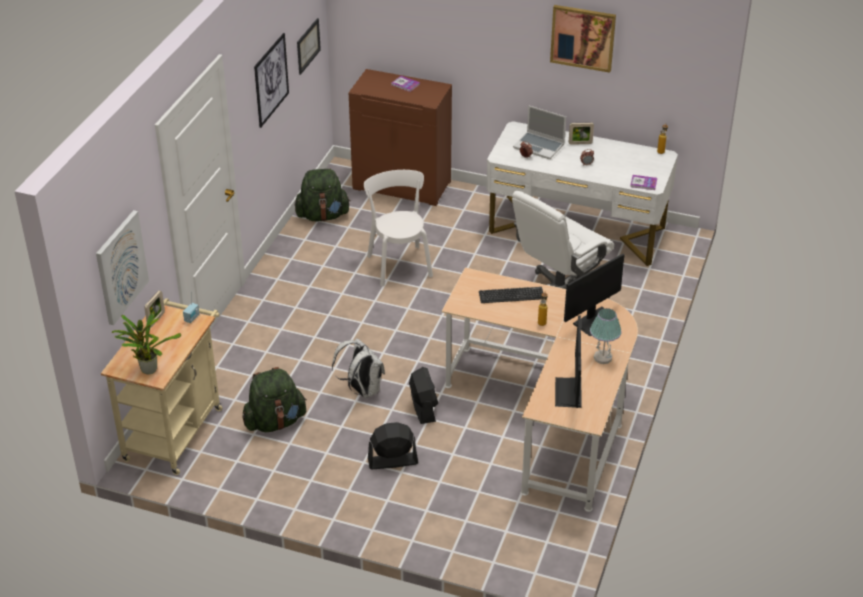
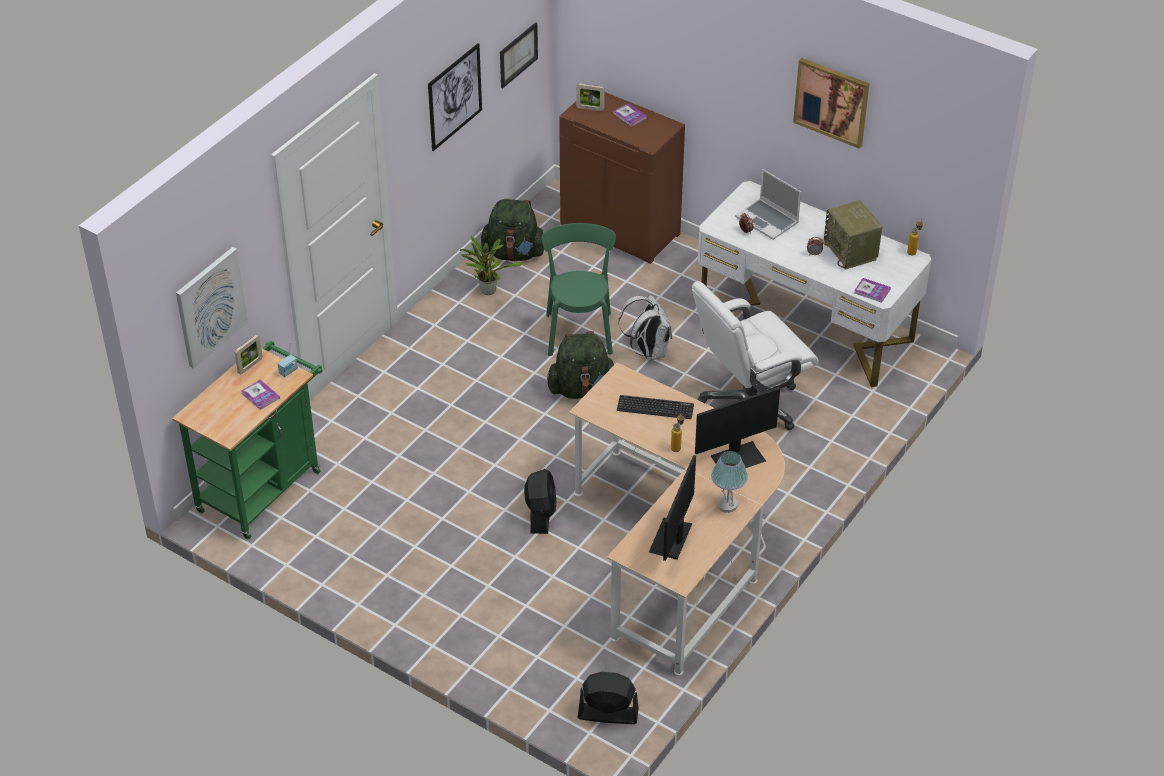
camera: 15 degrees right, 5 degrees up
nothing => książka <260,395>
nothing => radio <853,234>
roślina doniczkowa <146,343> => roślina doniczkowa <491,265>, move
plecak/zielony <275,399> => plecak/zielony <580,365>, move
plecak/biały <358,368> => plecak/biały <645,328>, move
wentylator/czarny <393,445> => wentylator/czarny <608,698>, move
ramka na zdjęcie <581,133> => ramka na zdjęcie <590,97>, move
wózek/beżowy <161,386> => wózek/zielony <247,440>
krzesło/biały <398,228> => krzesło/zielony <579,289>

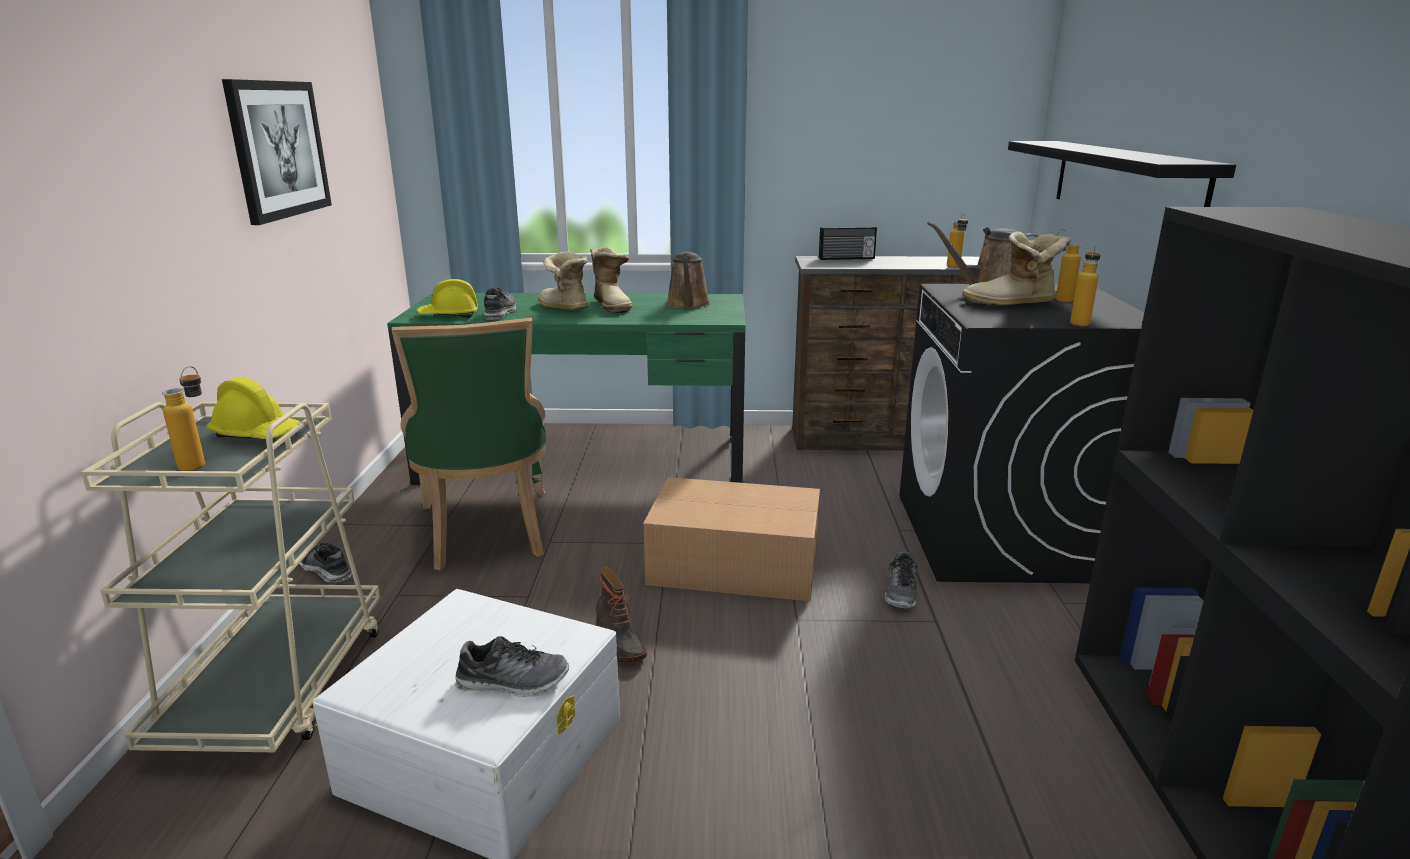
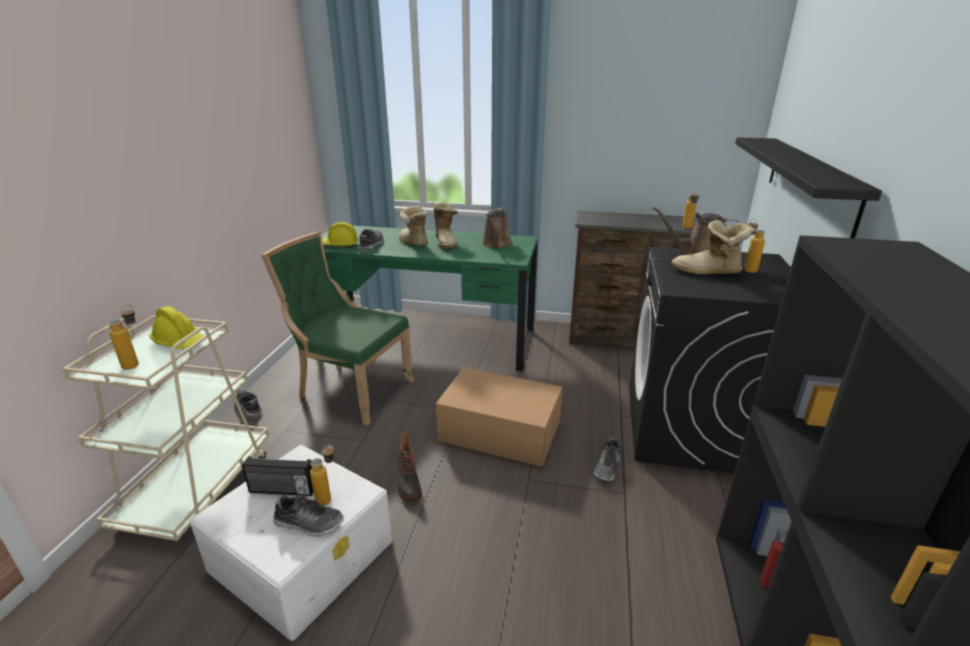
camera: 10 degrees right, 5 degrees up
obraz <277,152> => nothing
radio <848,243> => radio <278,476>, move
butelka <1085,285> => butelka <322,475>, move
krzesło/zielony <469,444> => krzesło/zielony <337,328>, 120 degrees clockwise

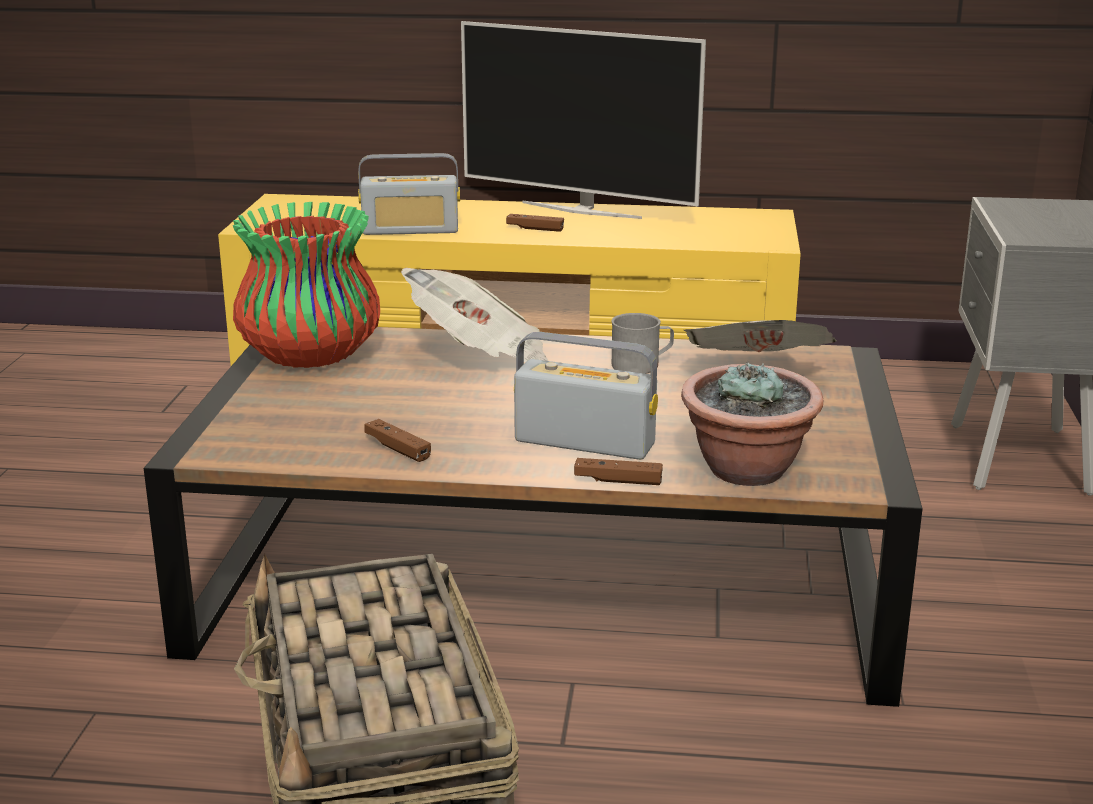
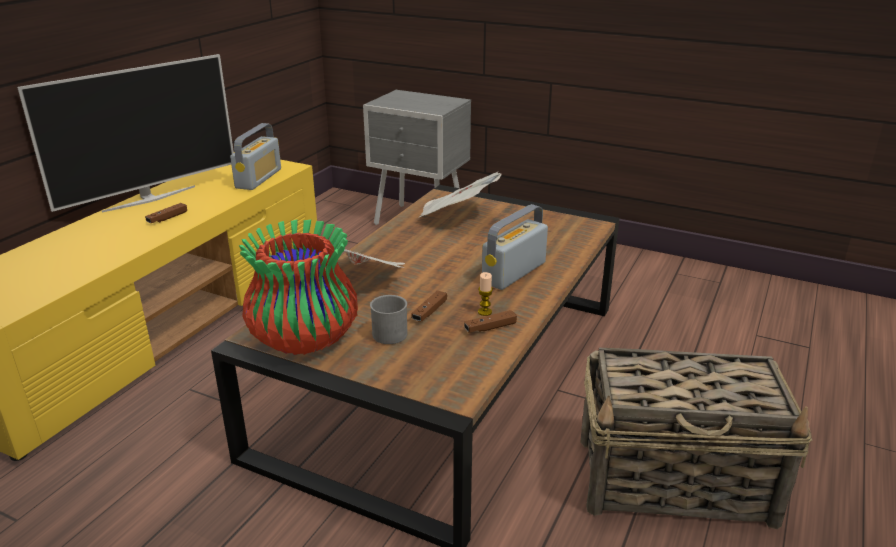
camera: 70 degrees left, 5 degrees up
roślina doniczkowa <752,423> => nothing
nothing => świeca <485,294>
radio <409,194> => radio <255,156>, move
pad do gier/brązowy <618,471> => pad do gier/brązowy <429,306>, move
kubek/szary <642,343> => kubek/szary <388,319>, move

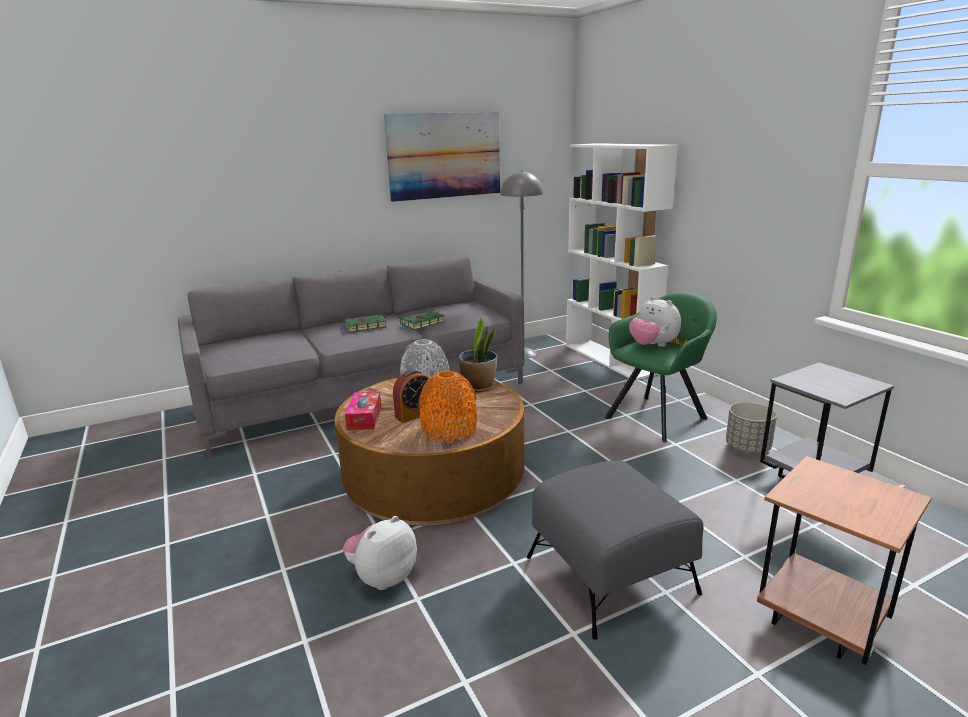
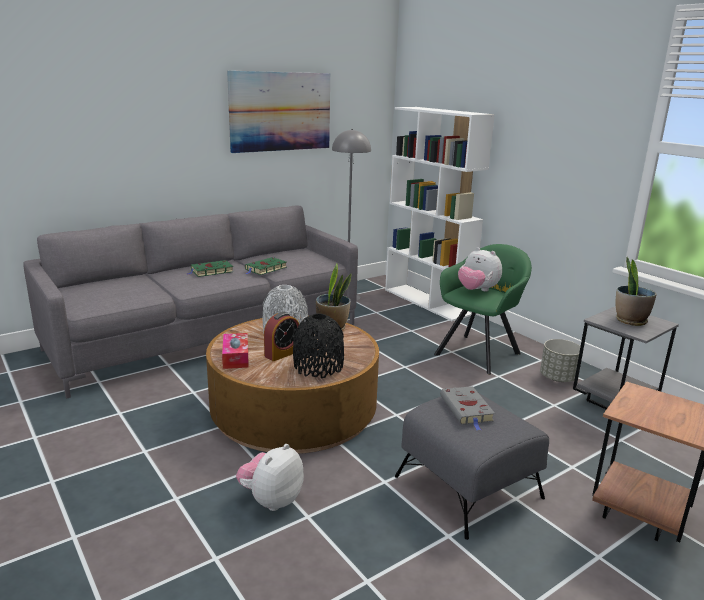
camera: 10 degrees left, 0 degrees up
nothing => książka/szary <467,408>
nothing => roślina doniczkowa <636,291>
wazon/pomarańczowy <448,407> => wazon/czarny <318,346>

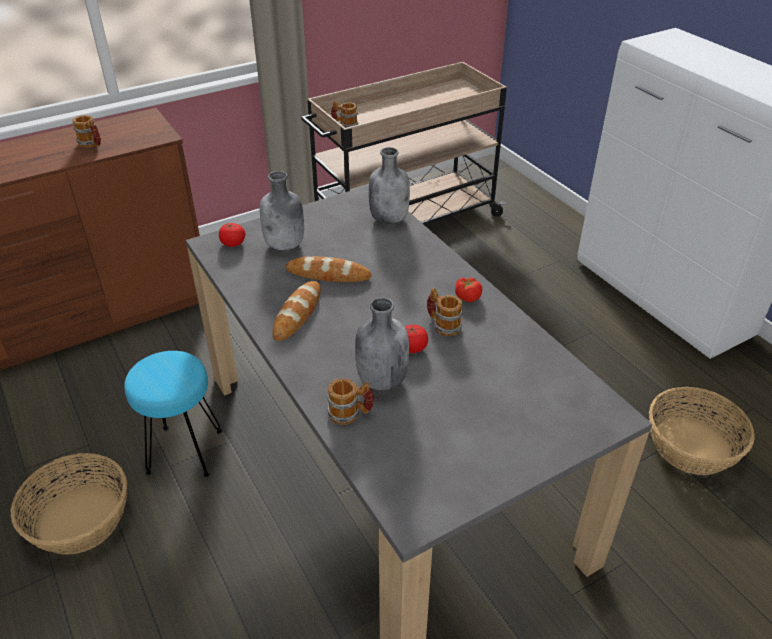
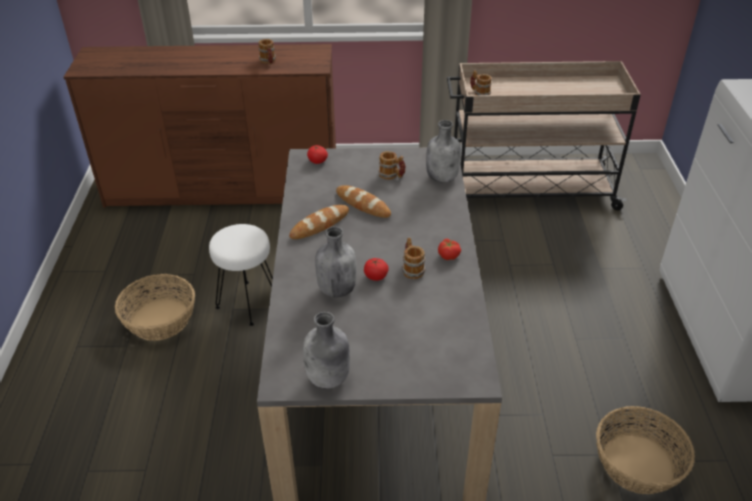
camera: 30 degrees right, 0 degrees up
butelka/szary <282,210> => butelka/szary <326,350>, move
kubek <351,401> => kubek <392,165>, move
stołek/turkusowy <173,414> => stołek/biały <241,275>

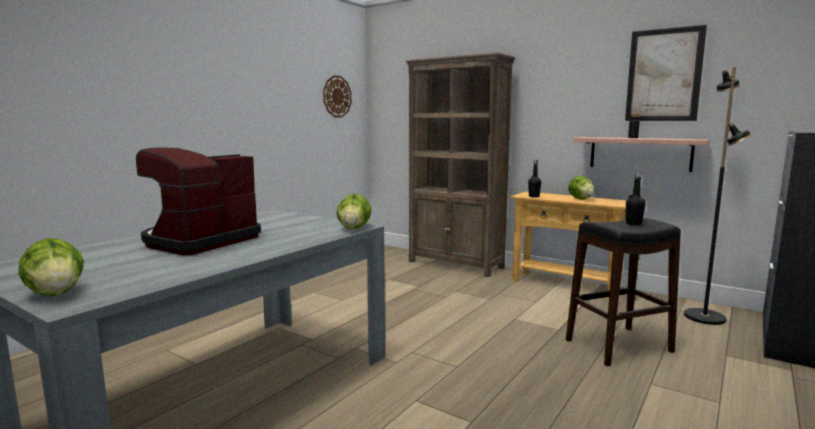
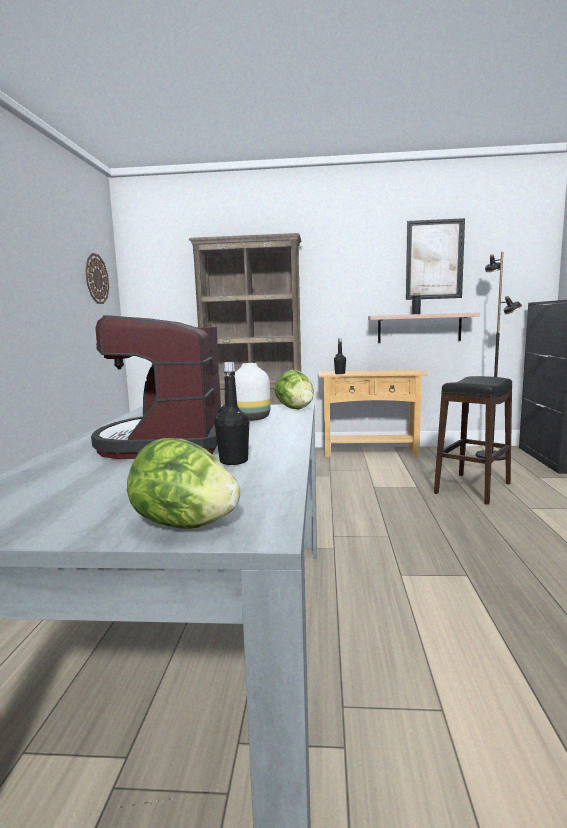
camera: 30 degrees left, 0 degrees up
sałata <581,188> => nothing
nothing => wazon/biały <253,392>
butelka/czarny <636,198> => butelka/czarny <231,413>, move

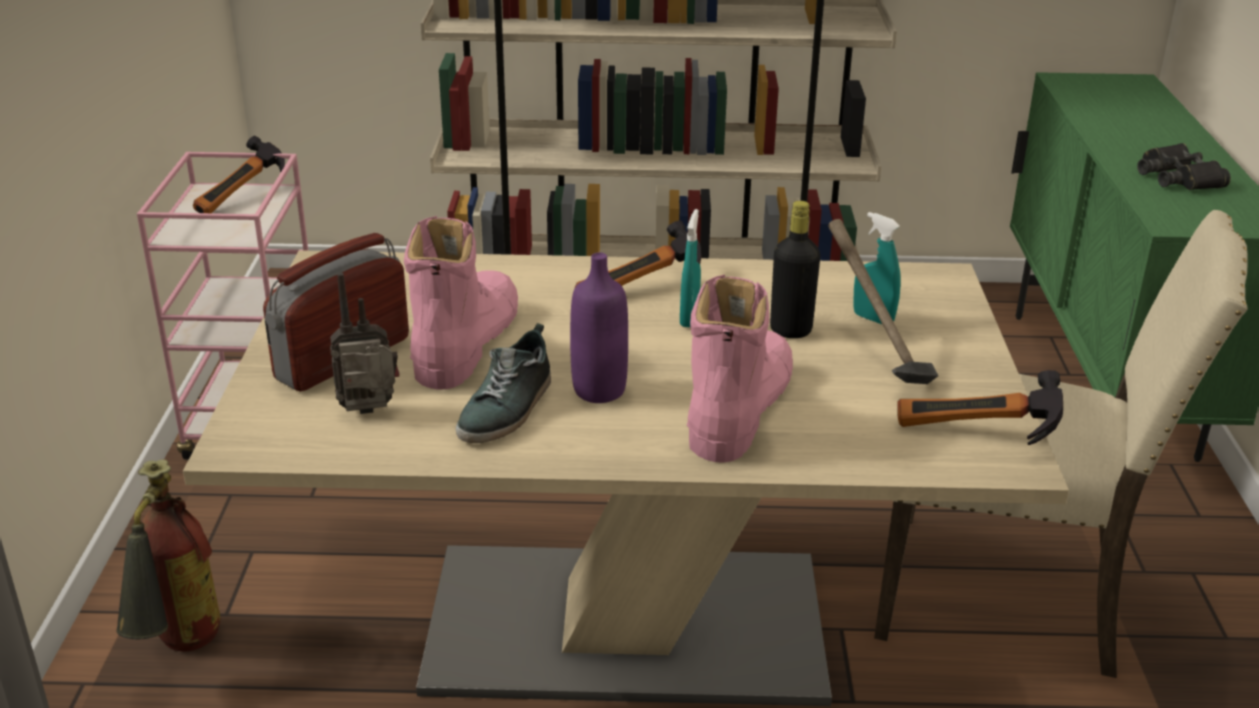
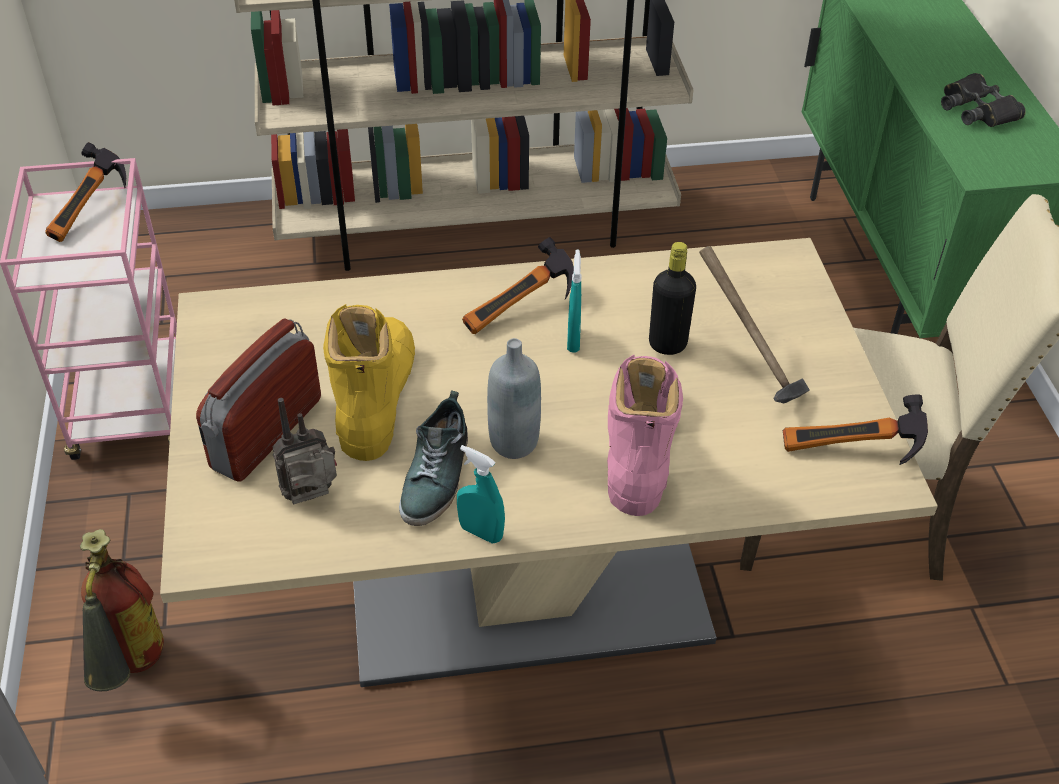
camera: 10 degrees left, 15 degrees up
spryskiwacz/turkusowy <877,268> => spryskiwacz/turkusowy <481,494>, move
but z cholewką/różowy <461,303> => but z cholewką/żółty <369,382>
butelka/fioletowy <599,327> => butelka/szary <514,398>

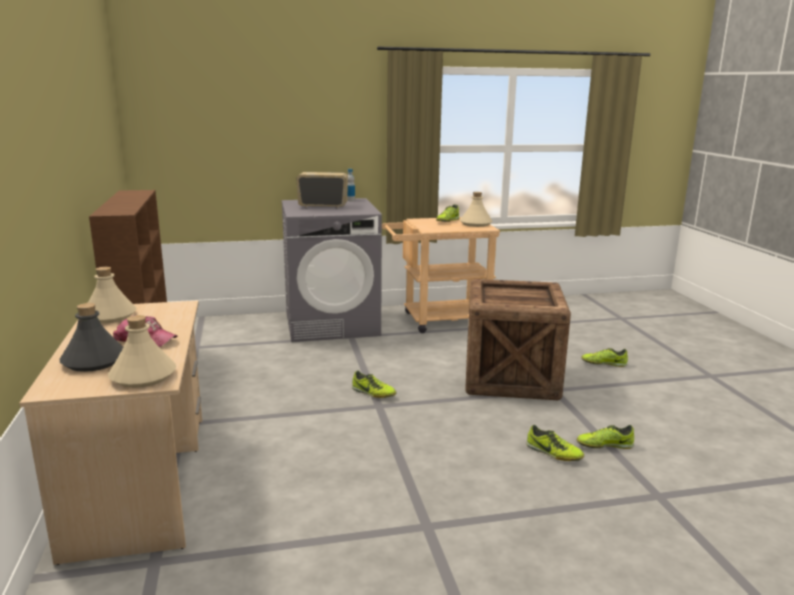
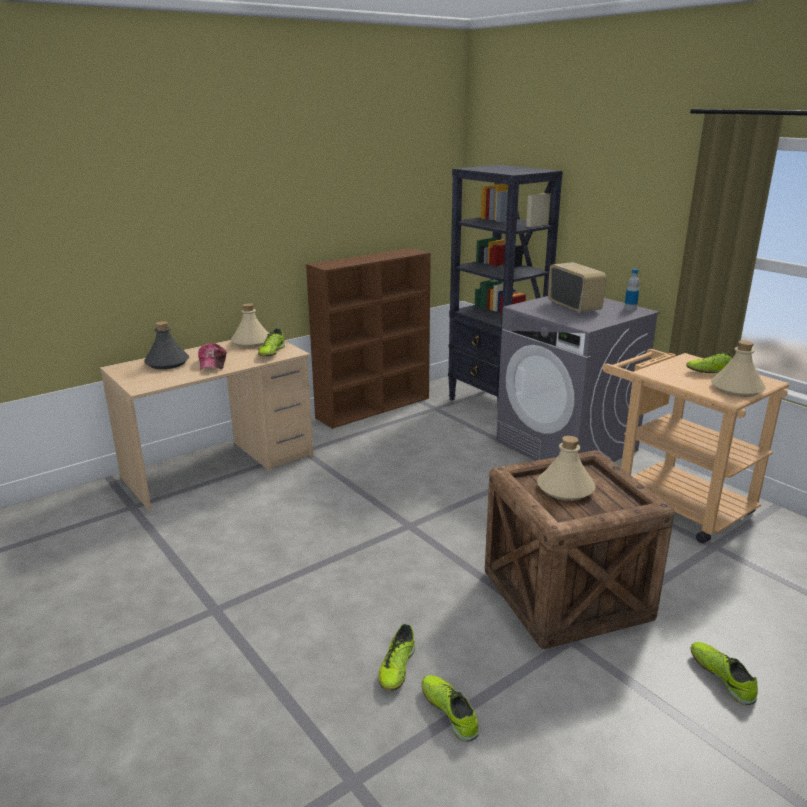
camera: 65 degrees right, 5 degrees up
nothing => regał/czarny <505,284>
butelka/beżowy <142,351> => butelka/beżowy <566,468>, move
but <374,384> => but <271,342>, move

